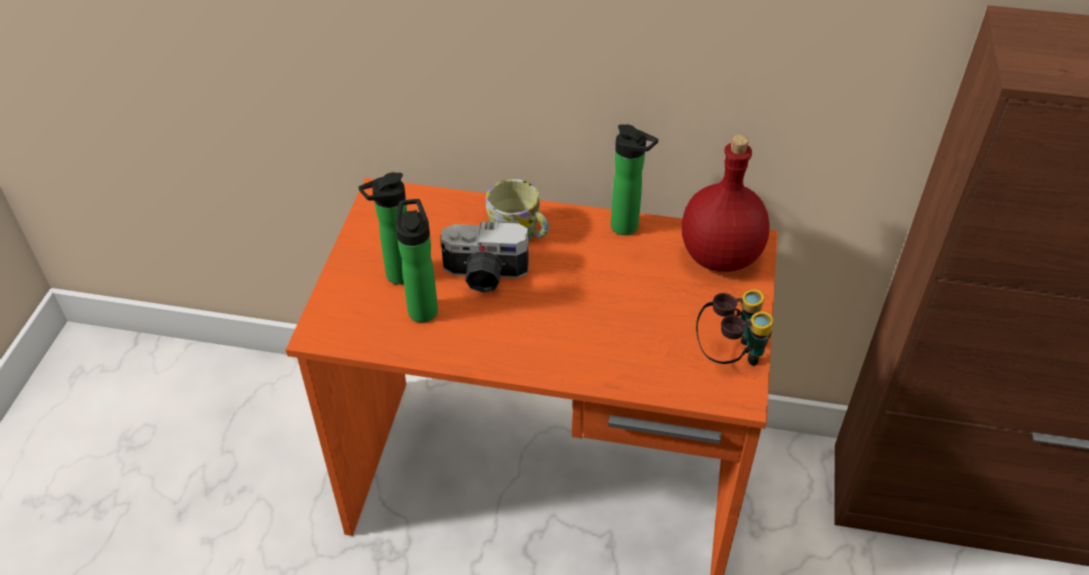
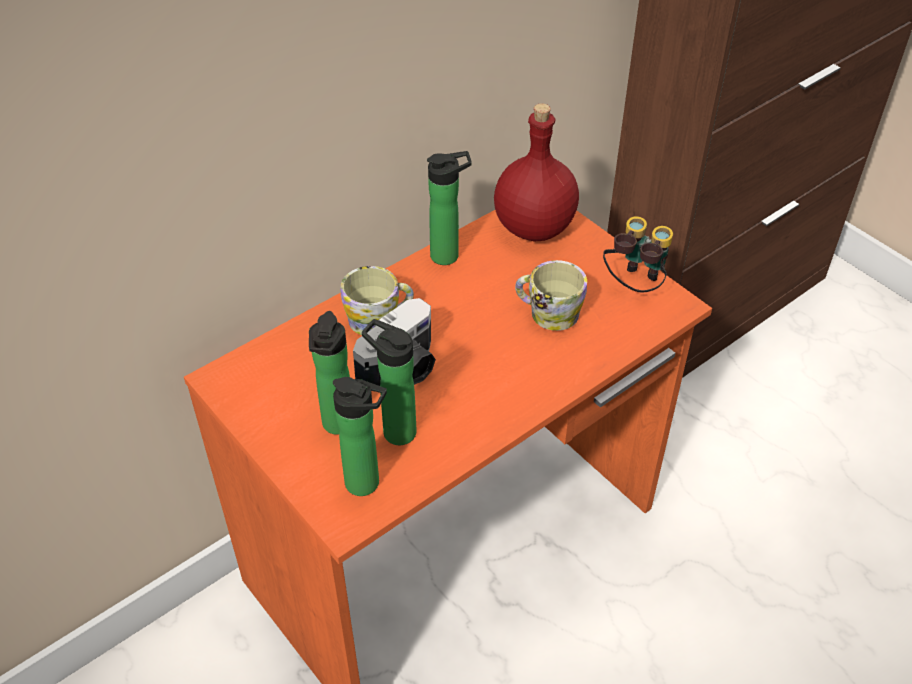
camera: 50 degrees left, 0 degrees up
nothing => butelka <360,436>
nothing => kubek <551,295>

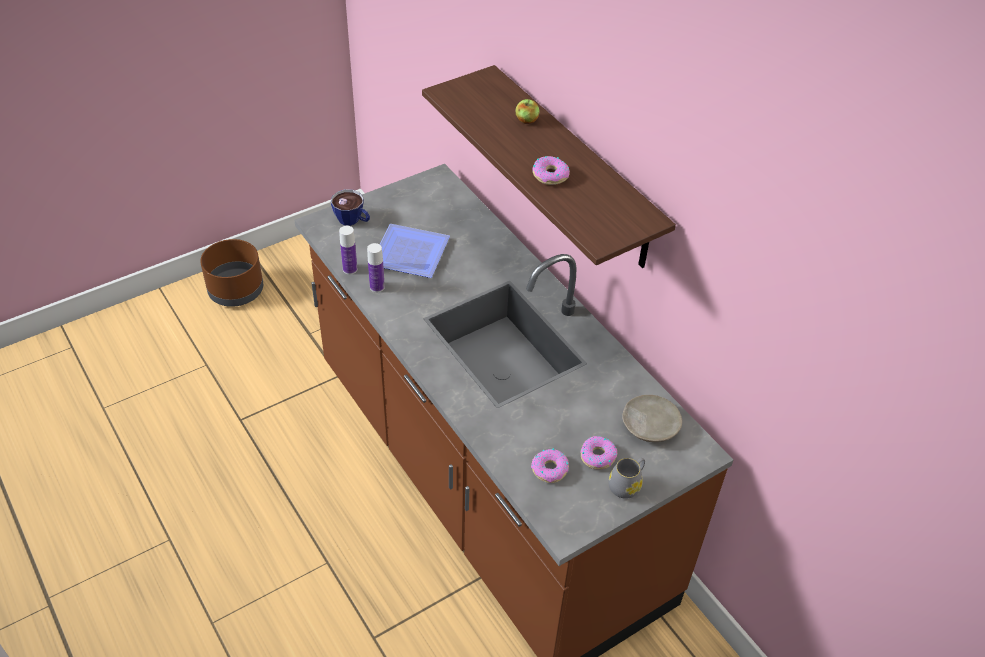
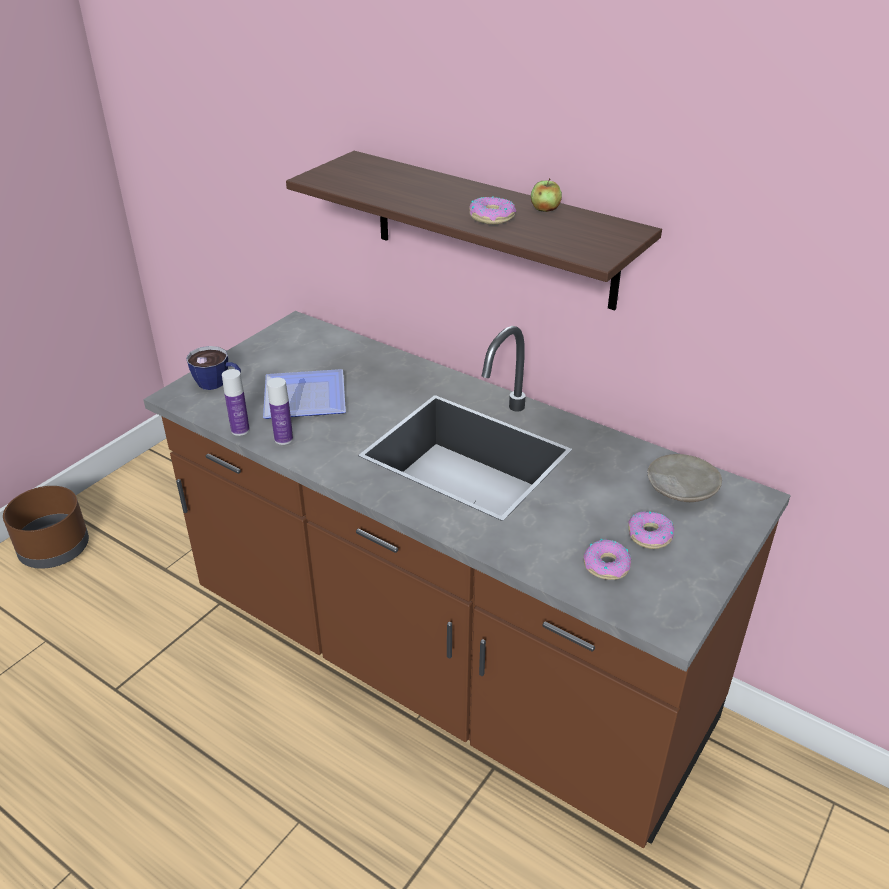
camera: 20 degrees left, 10 degrees down
kubek/szary <626,478> => nothing
jabłko <527,111> => jabłko <546,195>, move

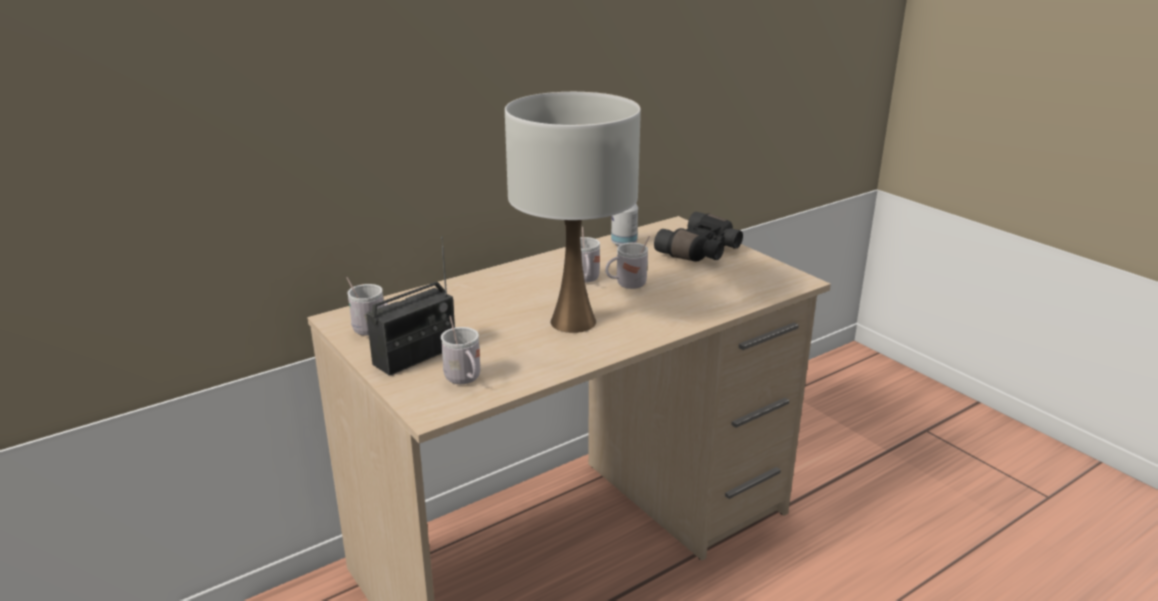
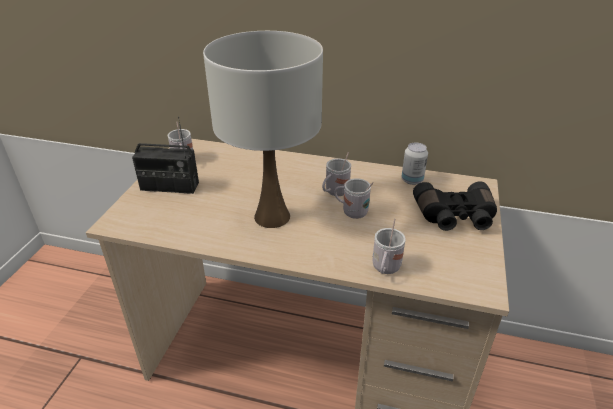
camera: 50 degrees right, 10 degrees up
kubek/biały <460,349> => kubek/biały <389,246>, move

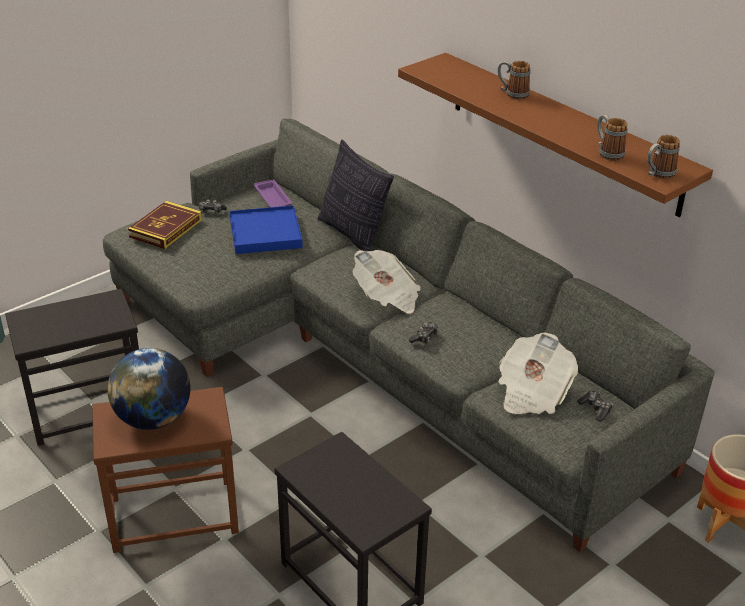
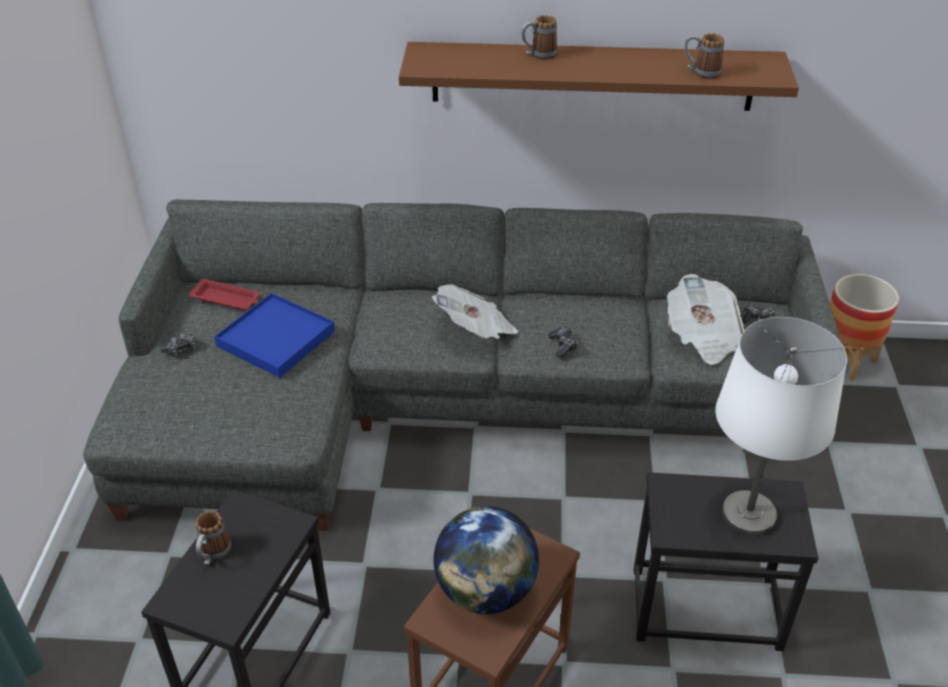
camera: 45 degrees left, 5 degrees up
książka <165,225> => nothing
poduszka <356,195> => nothing
nothing => lampa stołowa/biały <781,426>
kubek <663,157> => kubek <213,538>, move
taca/fioletowy <273,193> => taca/czerwony <224,294>

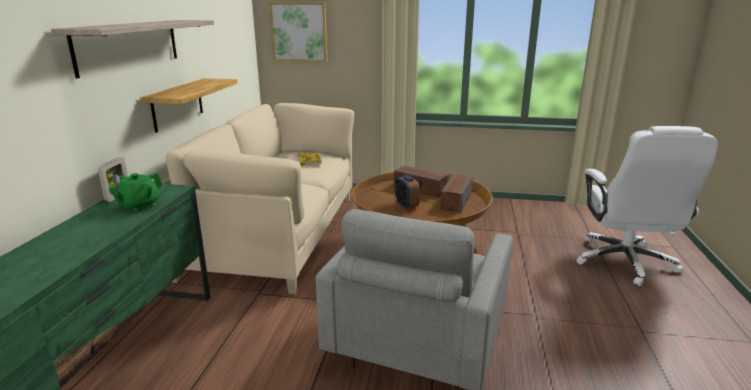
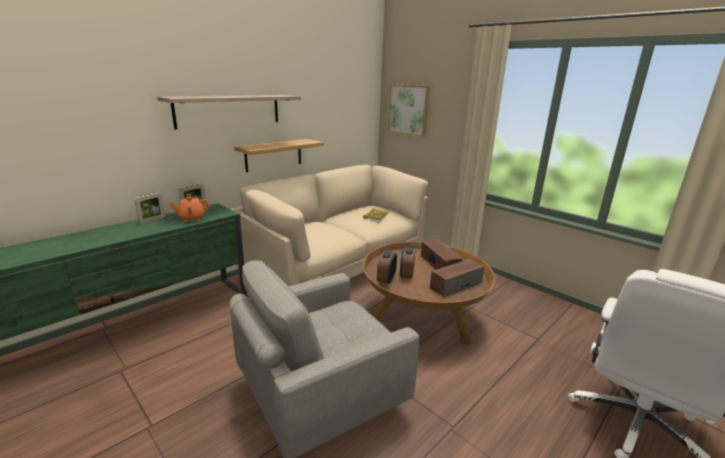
camera: 35 degrees right, 0 degrees up
nothing => ramka na zdjęcie <149,208>
nothing => budzik <387,267>
imbryk/zielony <135,192> => imbryk/pomarańczowy <189,209>

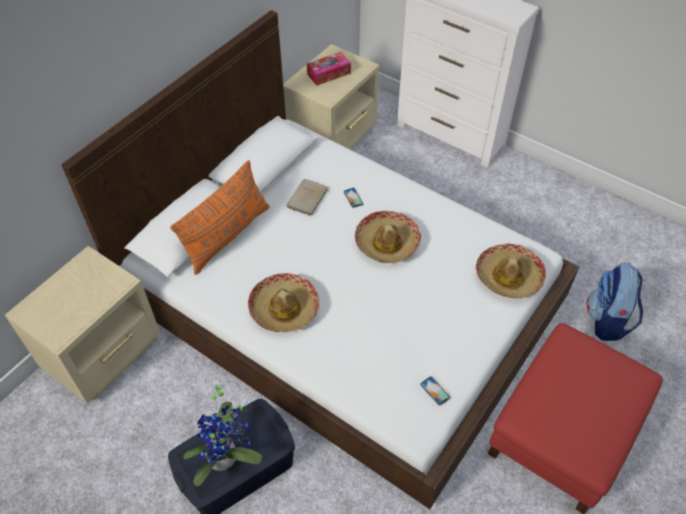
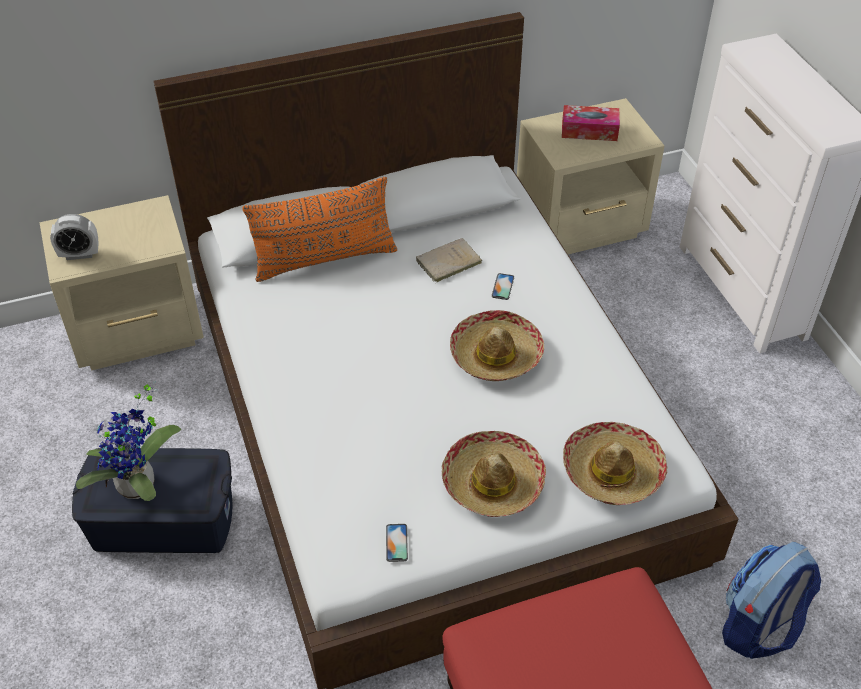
camera: 35 degrees right, 5 degrees down
nothing => budzik <74,237>
kapelusz <283,302> => kapelusz <494,474>, move

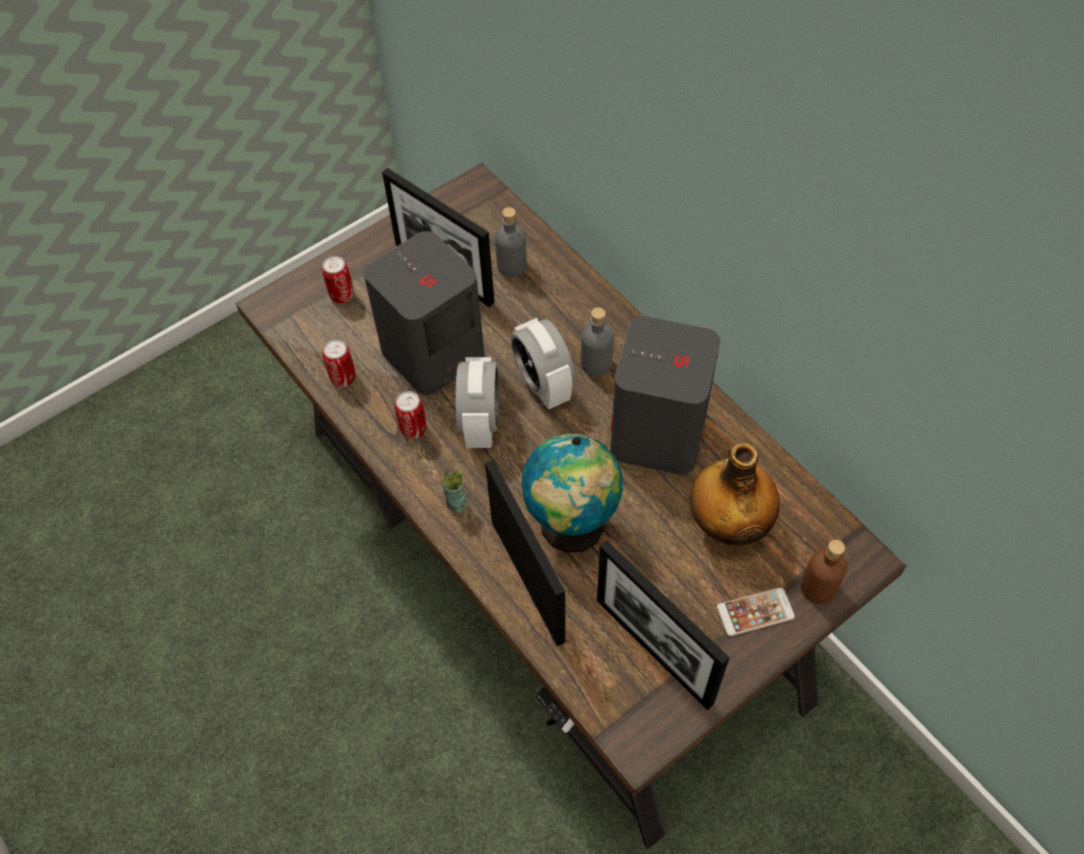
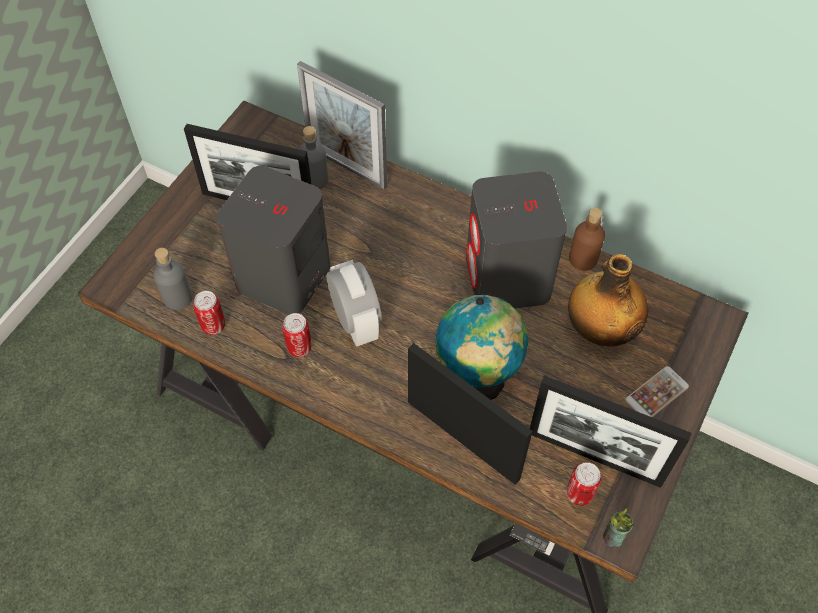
camera: 25 degrees left, 0 degrees up
budzik <542,364> => nothing
nothing => ramka na zdjęcie <342,125>
puszka <338,279> => puszka <584,484>, move
filiżanka <454,491> => filiżanka <619,528>, move
butelka/szary <597,341> => butelka/szary <173,279>, move
butelka/brązowy <824,572> => butelka/brązowy <587,239>, move

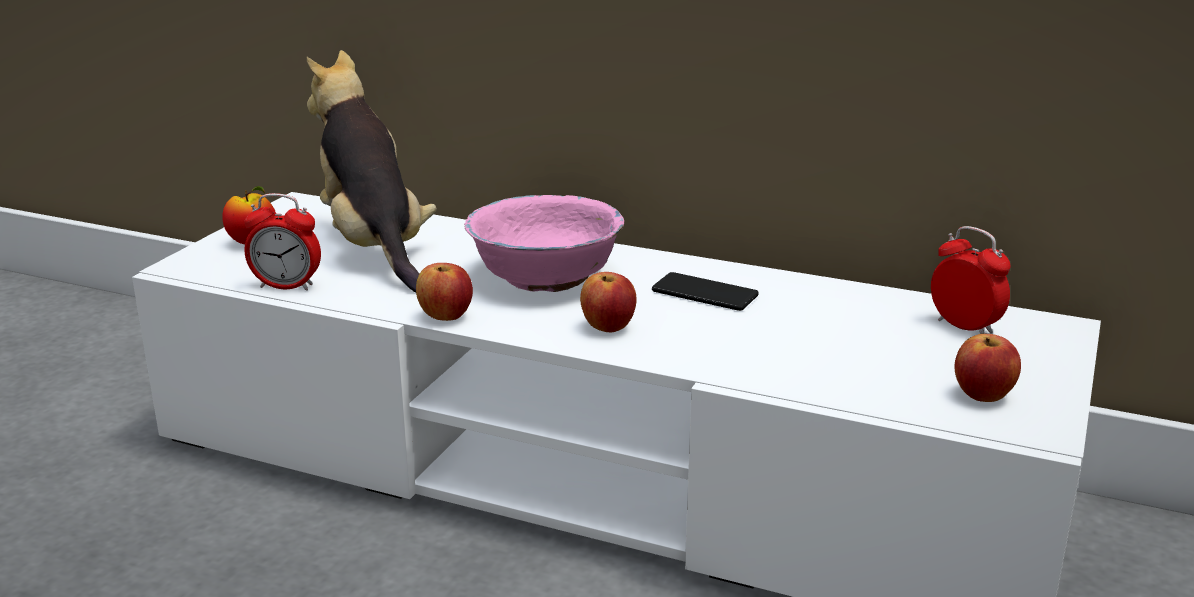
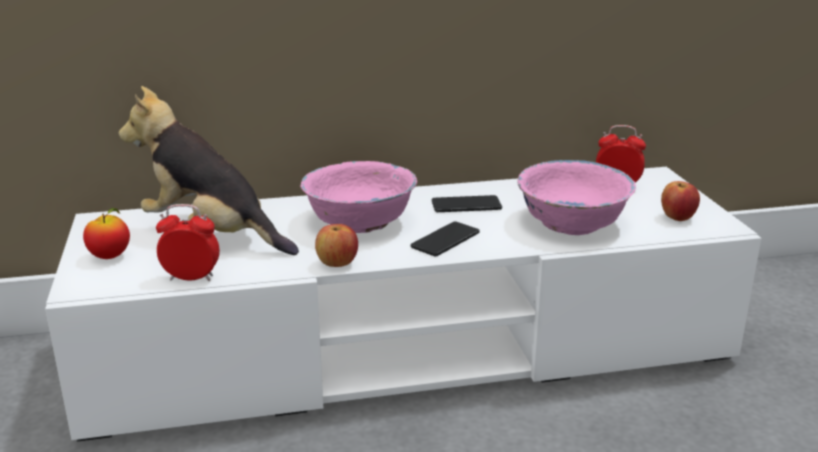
camera: 35 degrees left, 0 degrees up
nothing => miska/różowy <576,197>
jabłko <608,302> => telefon <445,238>
budzik <283,242> => budzik <188,242>, 150 degrees counterclockwise

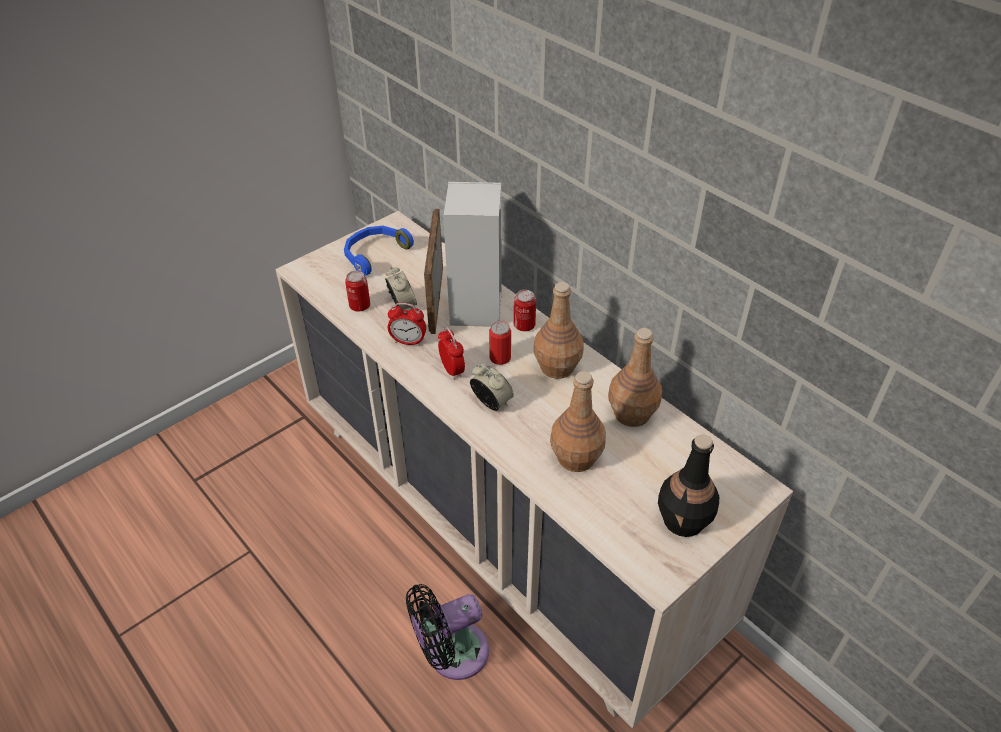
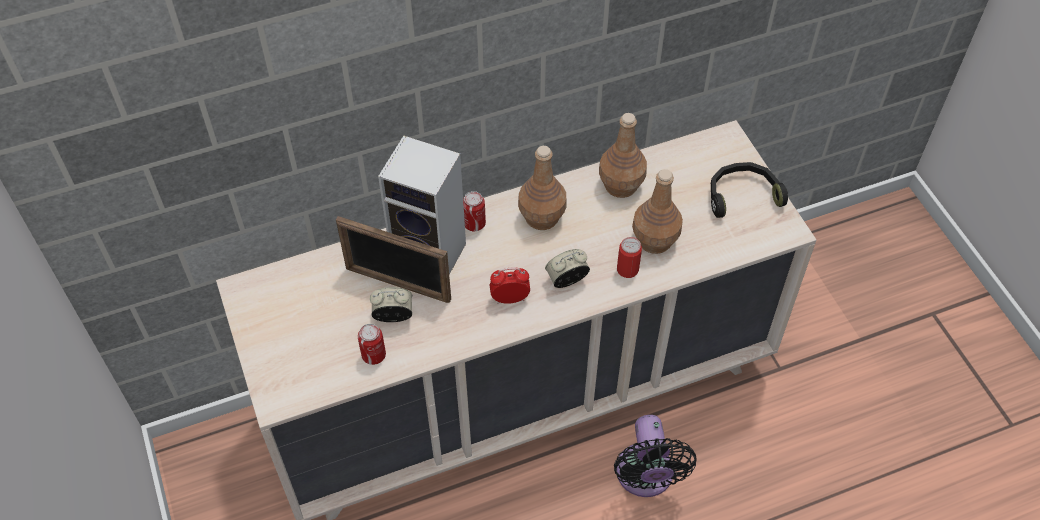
camera: 70 degrees left, 10 degrees up
słuchawki/niebieski <379,251> => nothing
budzik <407,324> => nothing
puszka <500,343> => puszka <629,257>, move
butelka/czarny <688,485> => słuchawki/czarny <749,190>

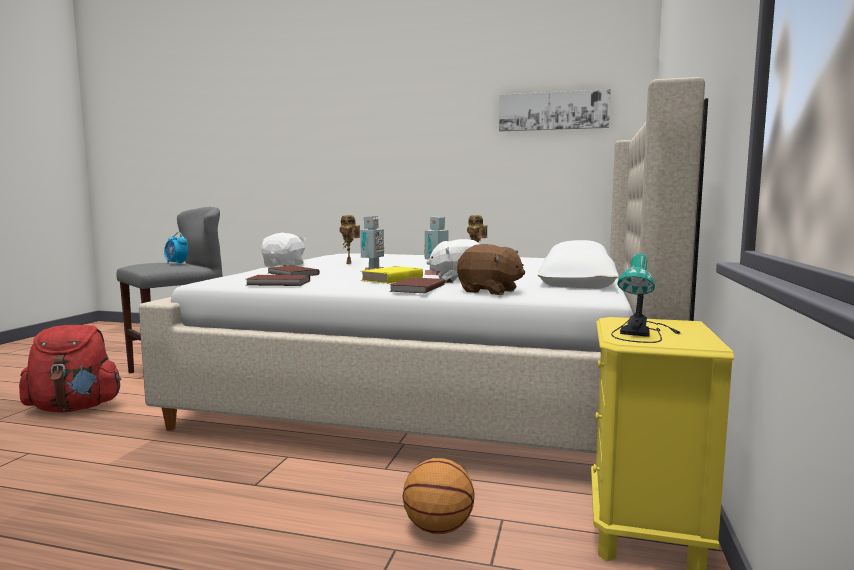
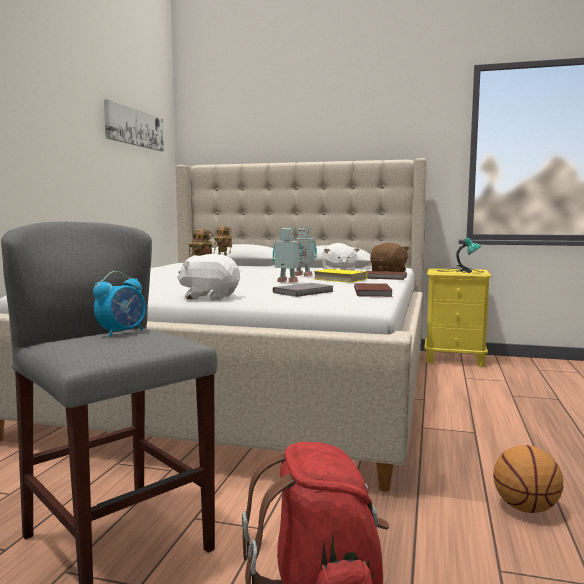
camera: 90 degrees left, 0 degrees up
piłka do koszykówki <439,496> => piłka do koszykówki <528,479>, move
książka/brązowy <294,271> => książka/szary <303,290>

